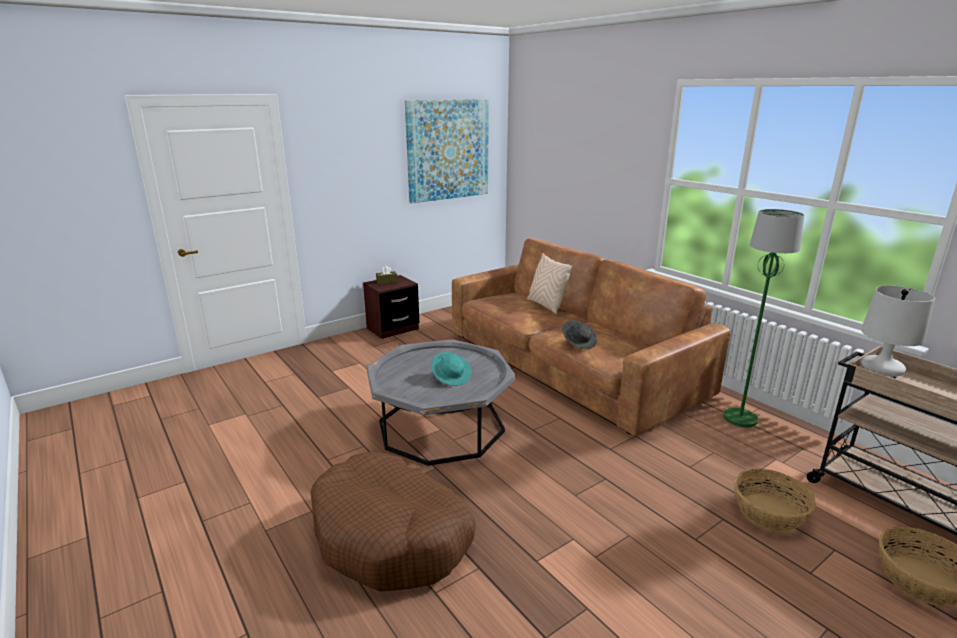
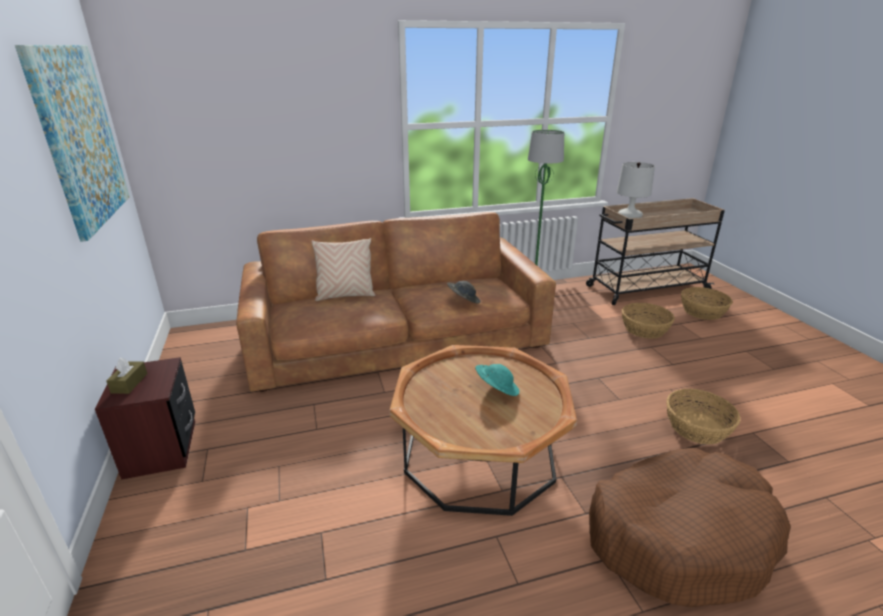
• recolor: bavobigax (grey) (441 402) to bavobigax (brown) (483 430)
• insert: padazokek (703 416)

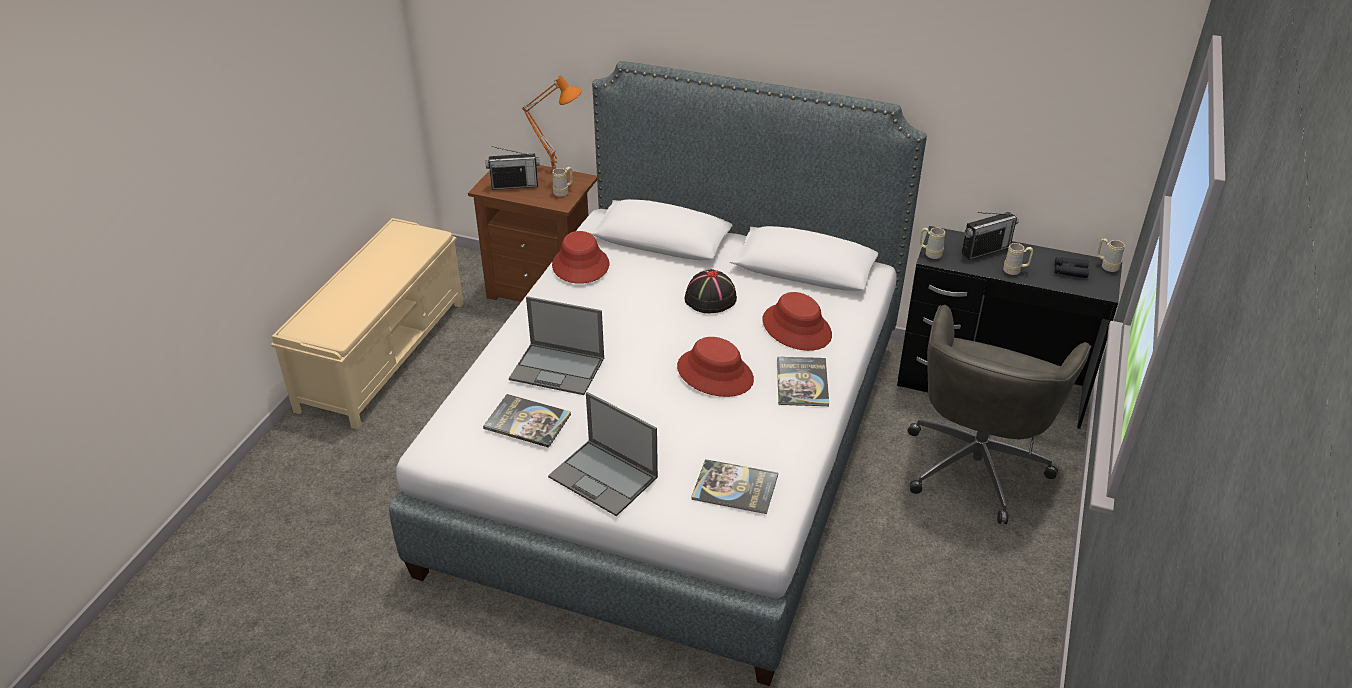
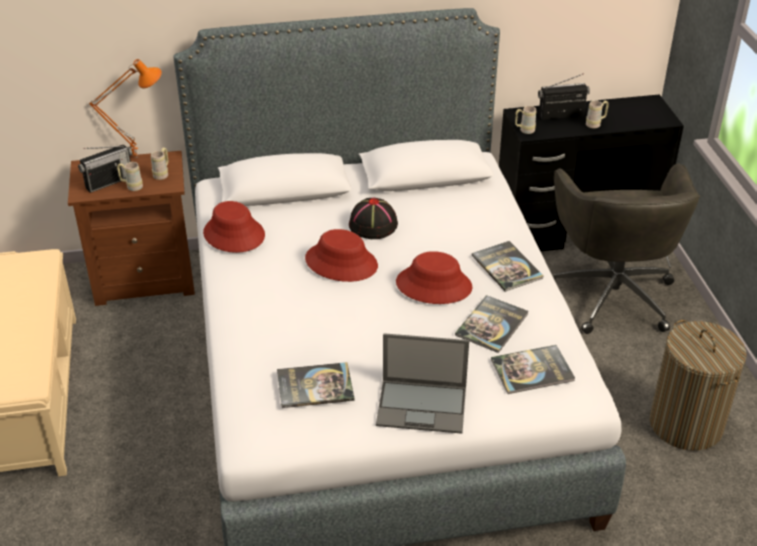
• move: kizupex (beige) (1111 255) to (130 176)
• move: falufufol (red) (797 321) to (341 255)
• insert: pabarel (492 324)
• rotate: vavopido (990 236) = (564 97) 135 degrees counterclockwise
• insert: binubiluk (698 385)
• delete: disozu (556 345)
• delete: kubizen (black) (1072 267)

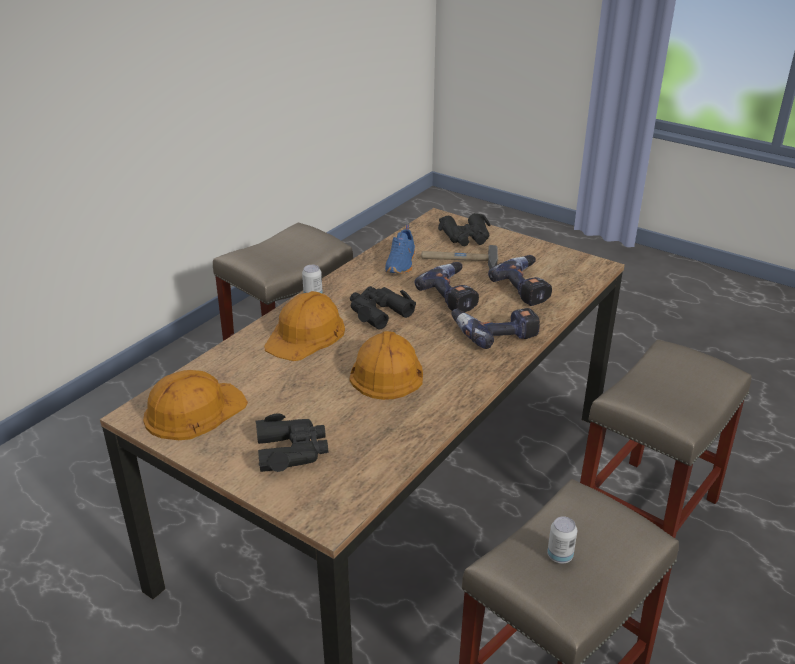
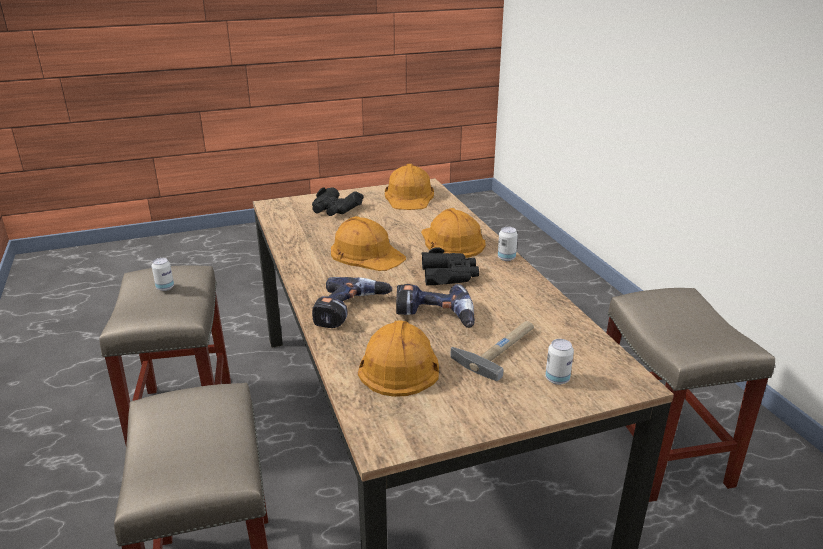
• replace: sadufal (520 280) to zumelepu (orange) (398 358)
• replace: kubizen (black) (464 229) to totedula (559 362)
• delete: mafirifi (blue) (400 249)

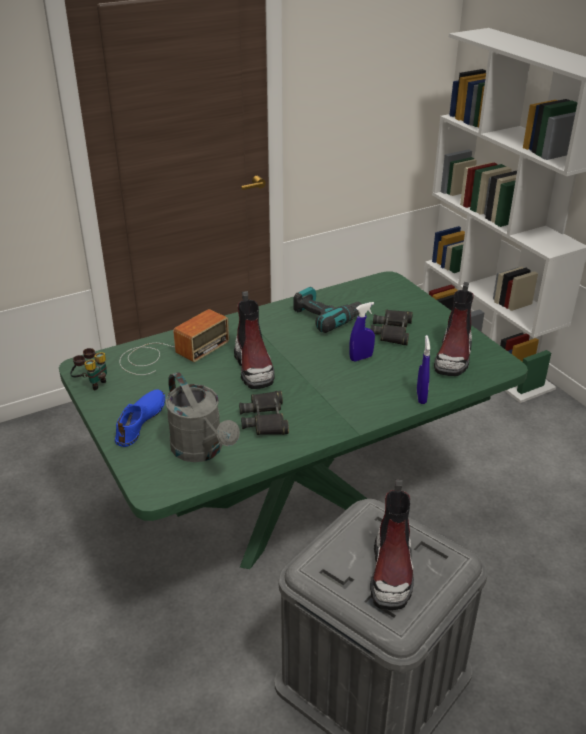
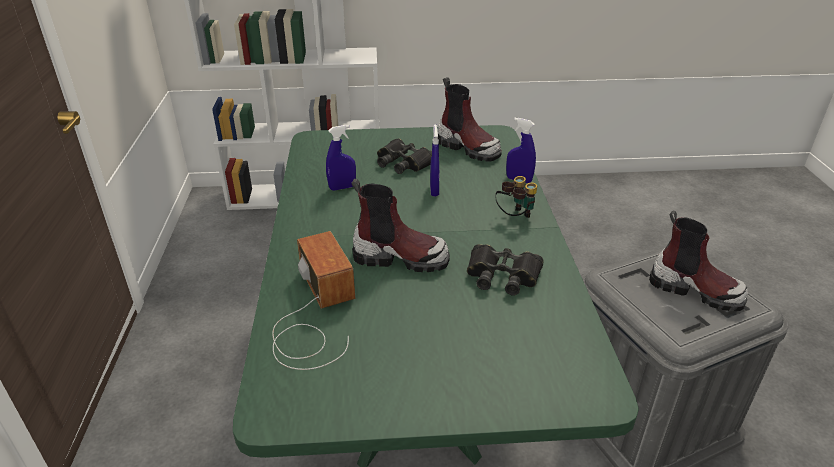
• replace: sadufal (327 310) to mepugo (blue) (341 158)
• move: kubizen (88 369) to (516 197)
• delete: mafirifi (blue) (140 418)
• delete: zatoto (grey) (202 417)

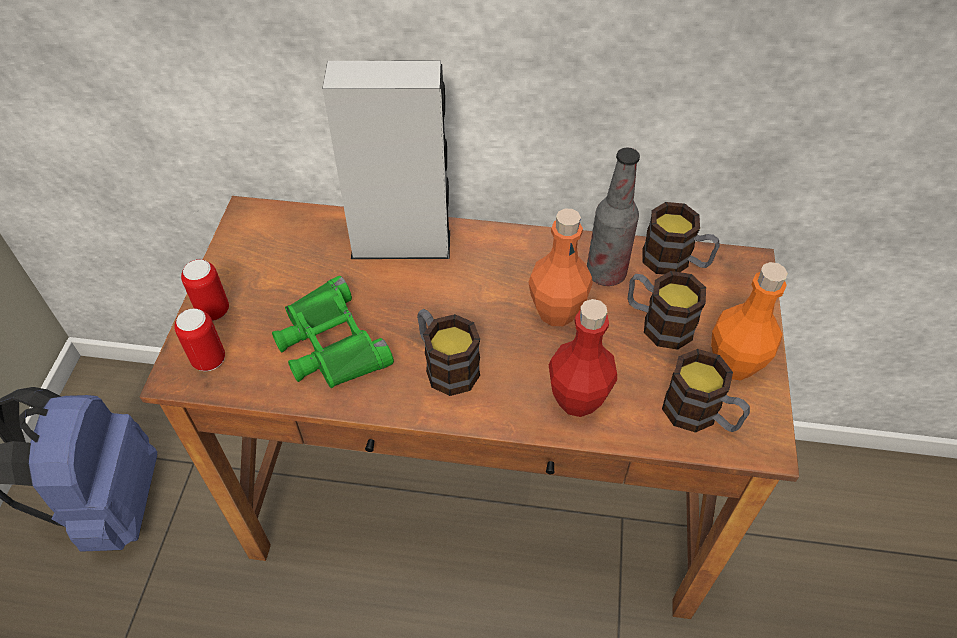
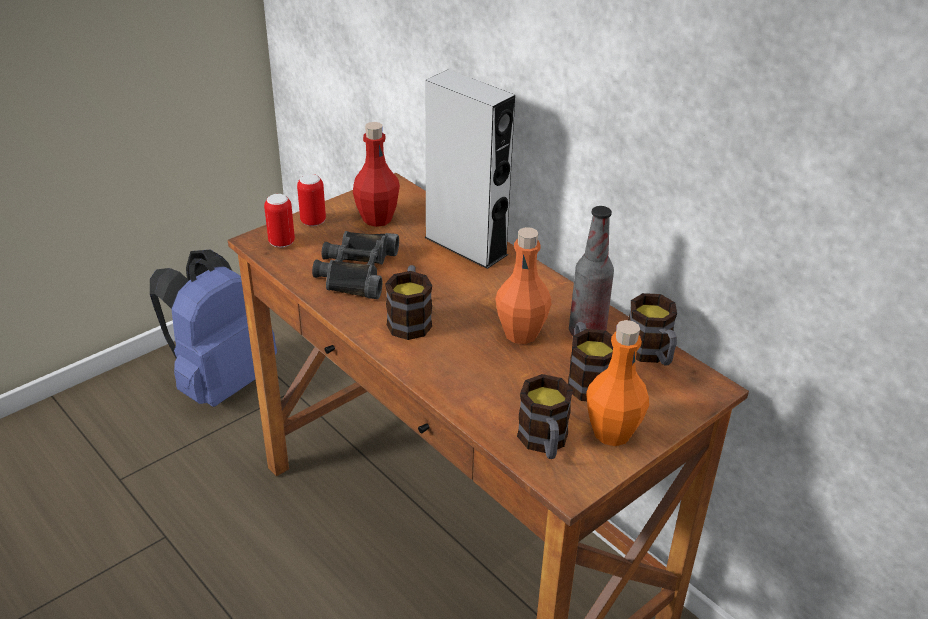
• recolor: kubizen (green) (333 332) to kubizen (black) (355 265)
• move: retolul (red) (583 358) to (376 174)

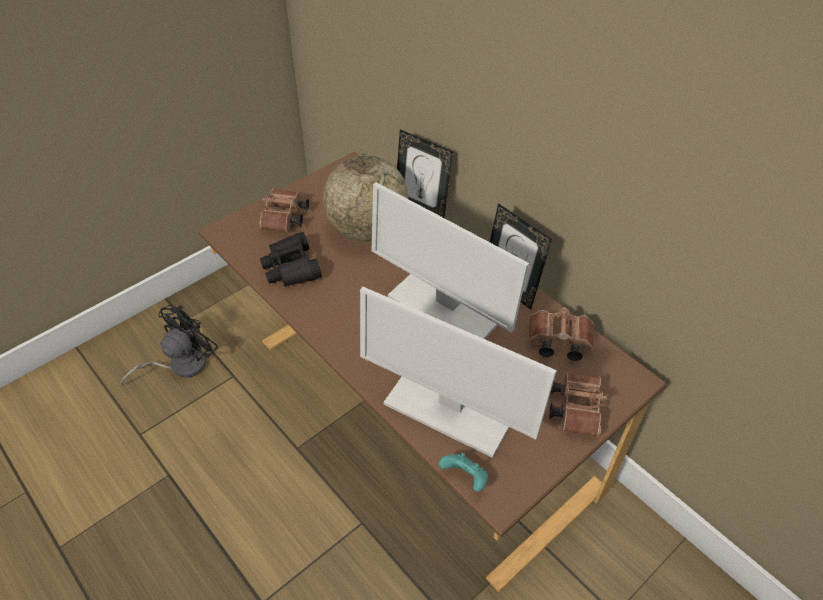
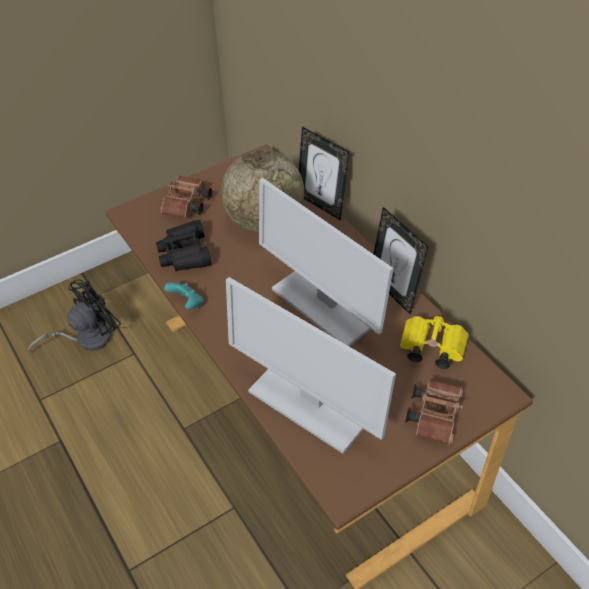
• move: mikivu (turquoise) (463 472) to (183 295)
• recolor: kubizen (brown) (561 334) to kubizen (yellow) (434 342)

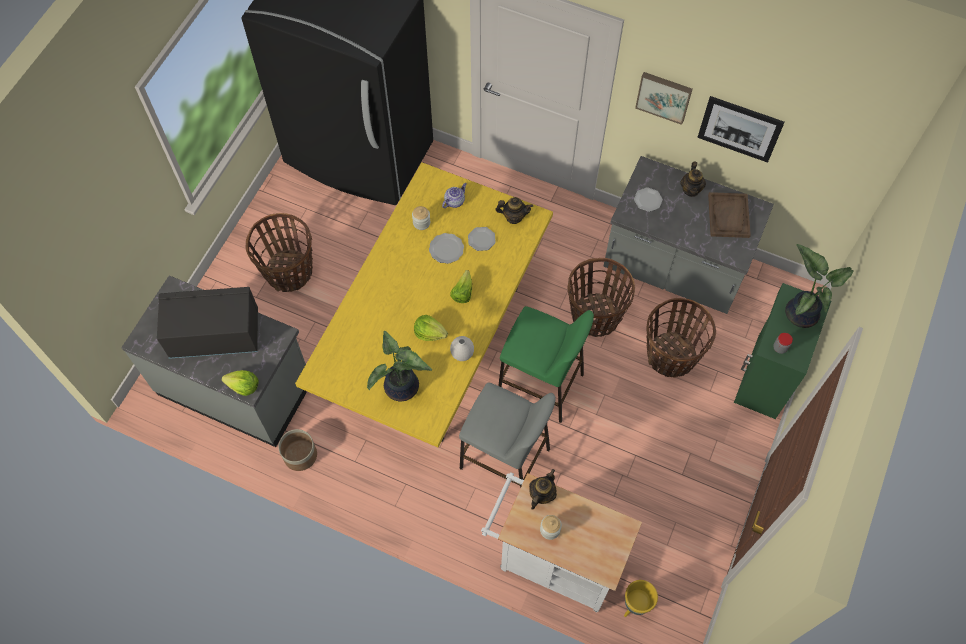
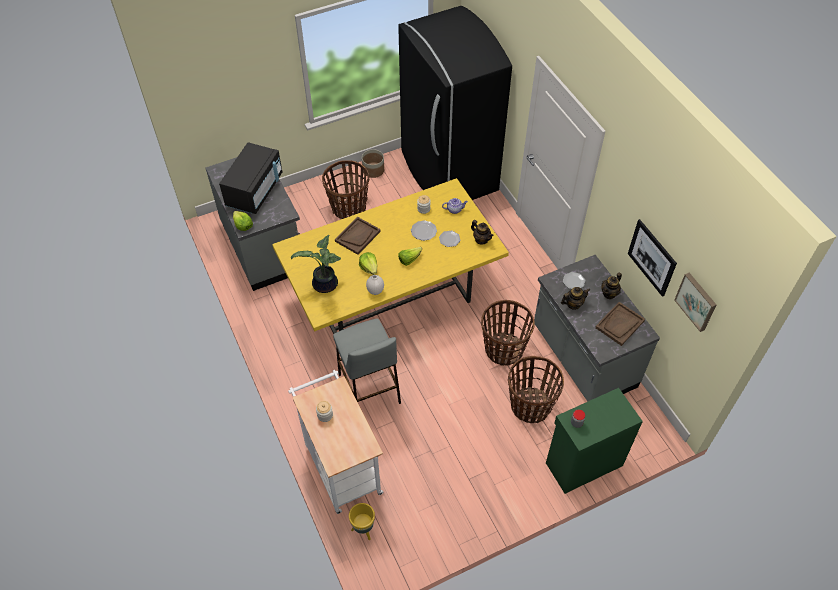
• rotate: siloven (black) (207 323) = (250 178) 75 degrees clockwise
• insert: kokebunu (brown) (358 236)
• move: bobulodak (297 450) to (373 163)
• move: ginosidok (543 489) to (575 298)
• move: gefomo (663 98) to (695 302)
• delete: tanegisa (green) (546 364)
• delete: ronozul (819 286)

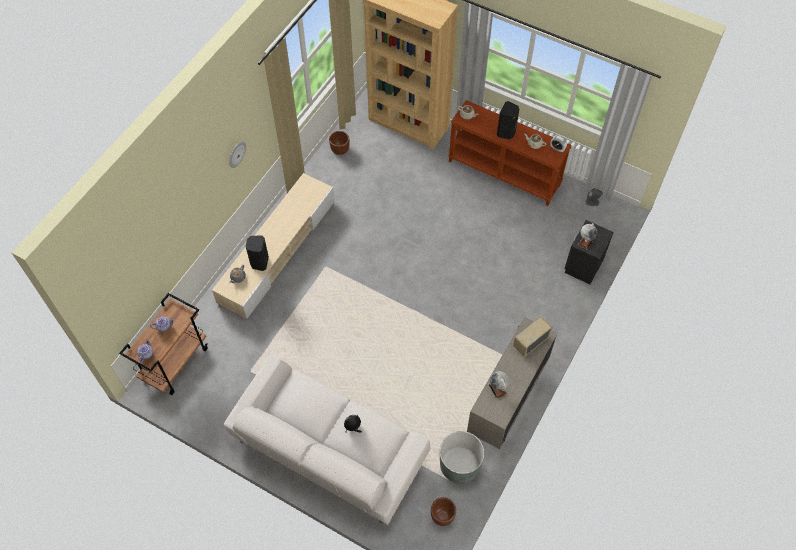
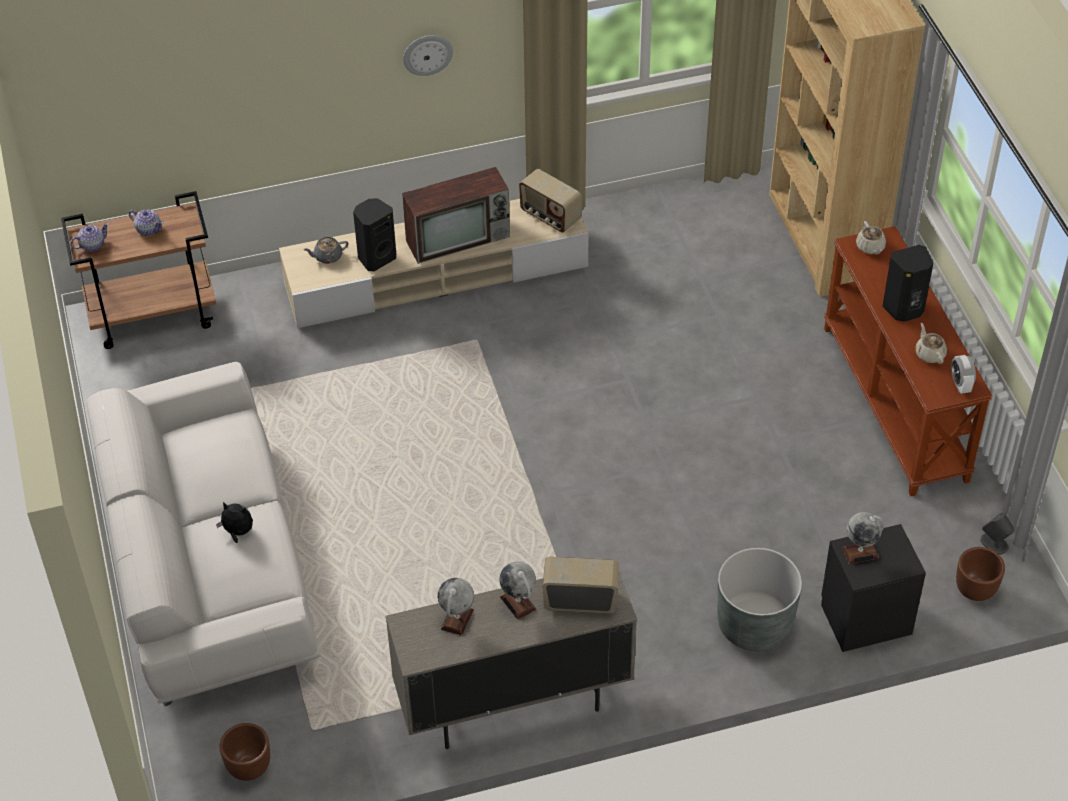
• insert: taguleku (456 215)
• insert: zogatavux (518 590)
• insert: vavopido (550 201)
• move: bobulodak (grey) (462 457) to (760 599)
• move: bobulodak (brown) (339 143) to (980 574)

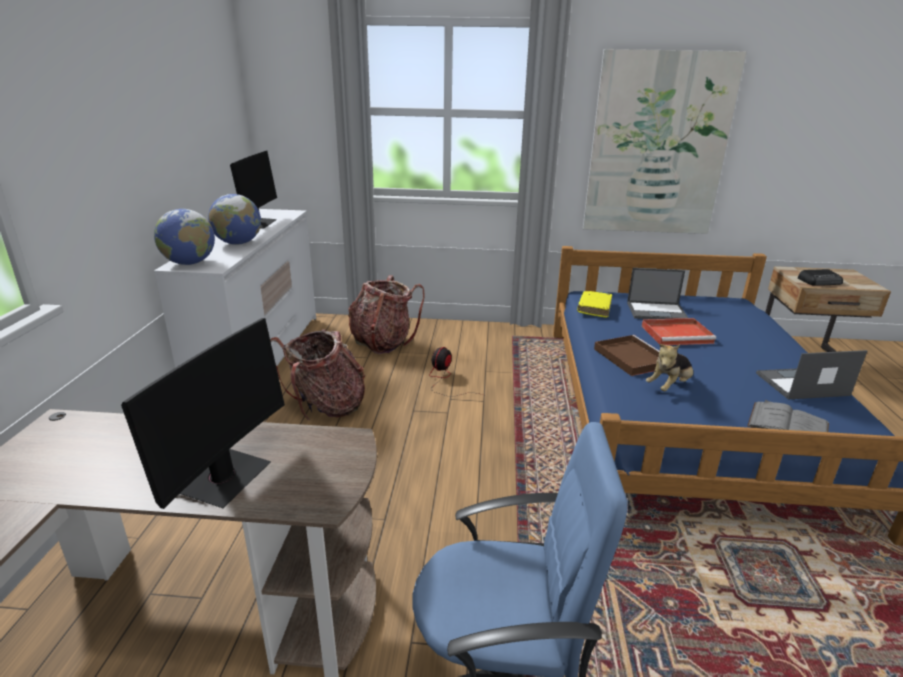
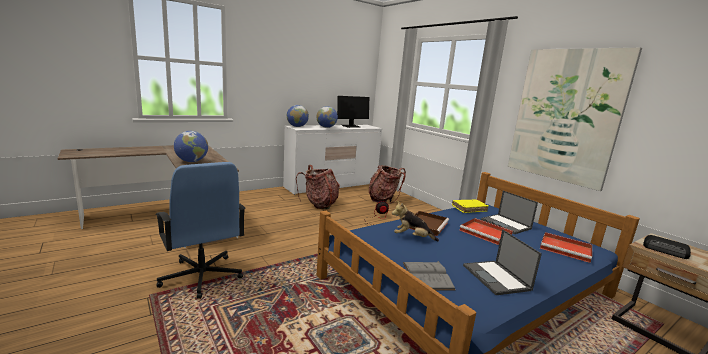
• replace: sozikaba (203 413) to zogatavux (191 146)
• rotate: disozu (811 374) = (502 262) 150 degrees counterclockwise
• insert: kokebunu (red) (566 247)

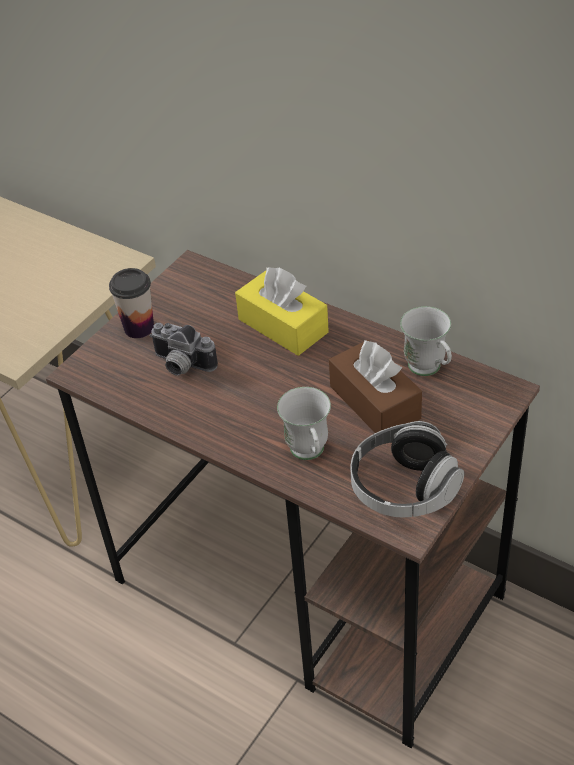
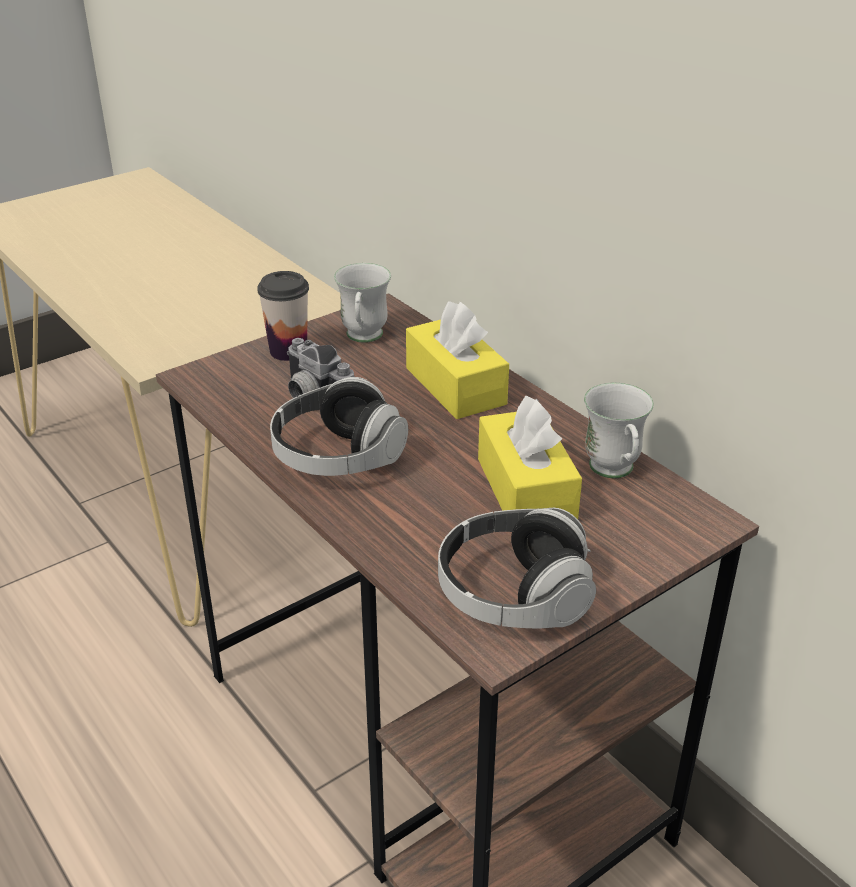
• insert: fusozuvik (339 426)
• move: kizupex (white) (304 423) to (362 303)
• recolor: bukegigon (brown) (375 386) to bukegigon (yellow) (530 457)

